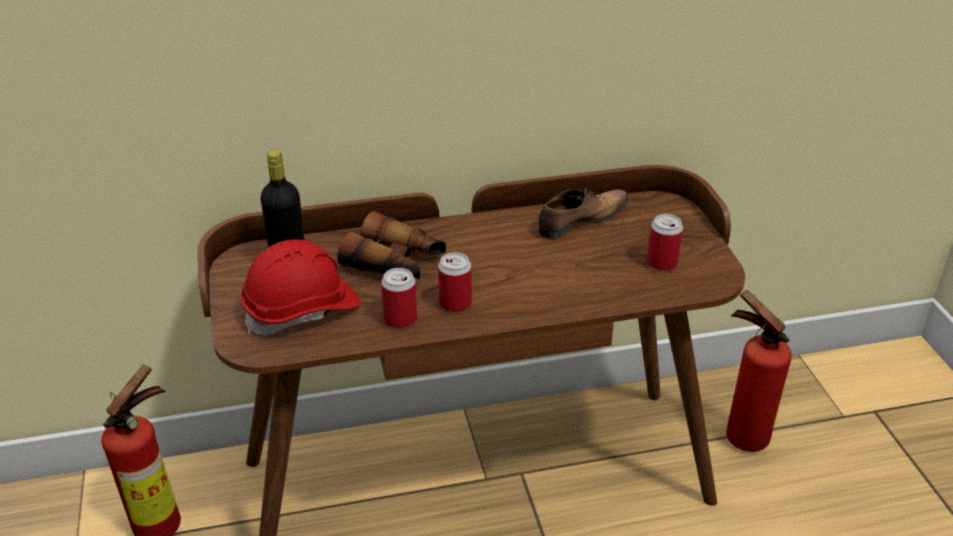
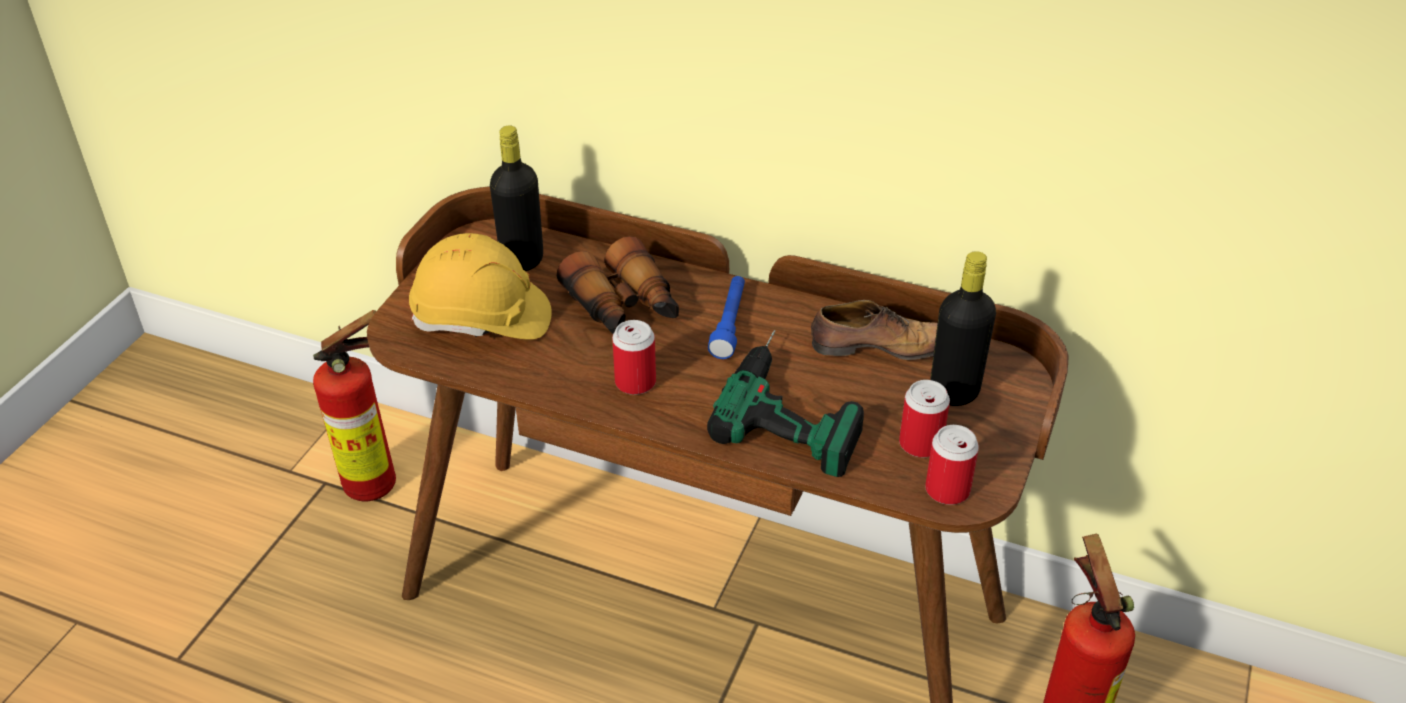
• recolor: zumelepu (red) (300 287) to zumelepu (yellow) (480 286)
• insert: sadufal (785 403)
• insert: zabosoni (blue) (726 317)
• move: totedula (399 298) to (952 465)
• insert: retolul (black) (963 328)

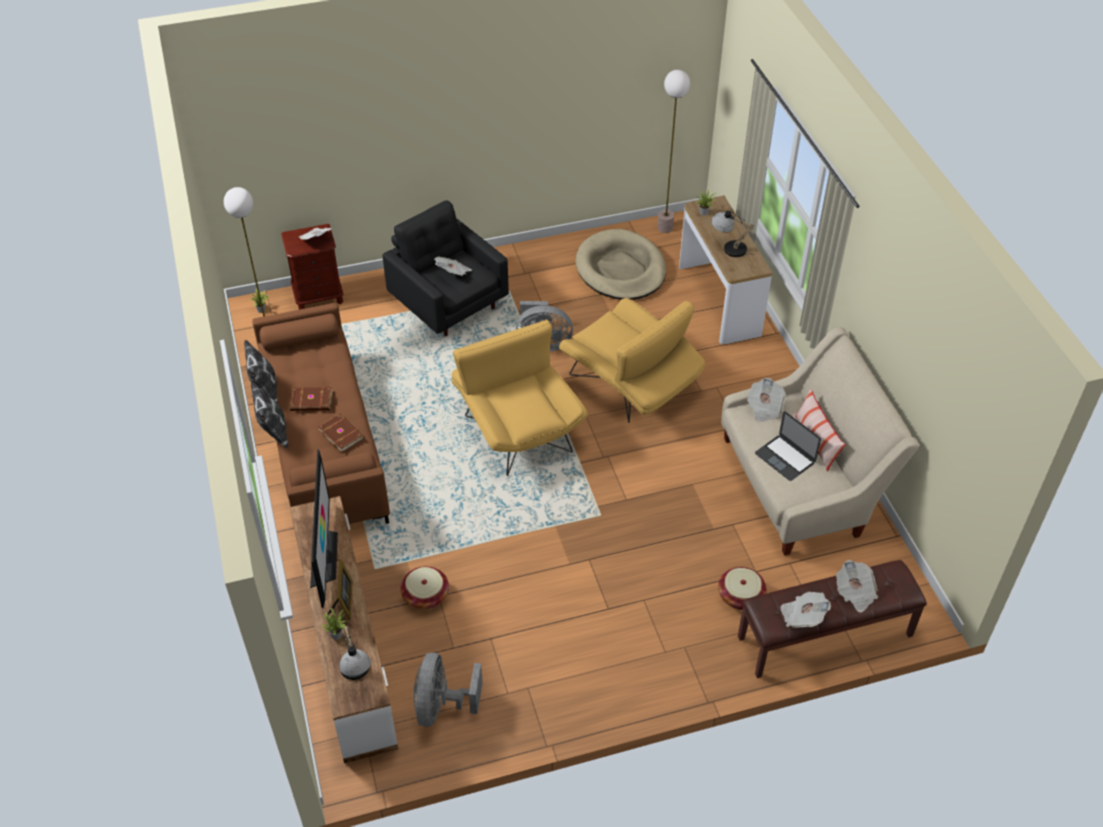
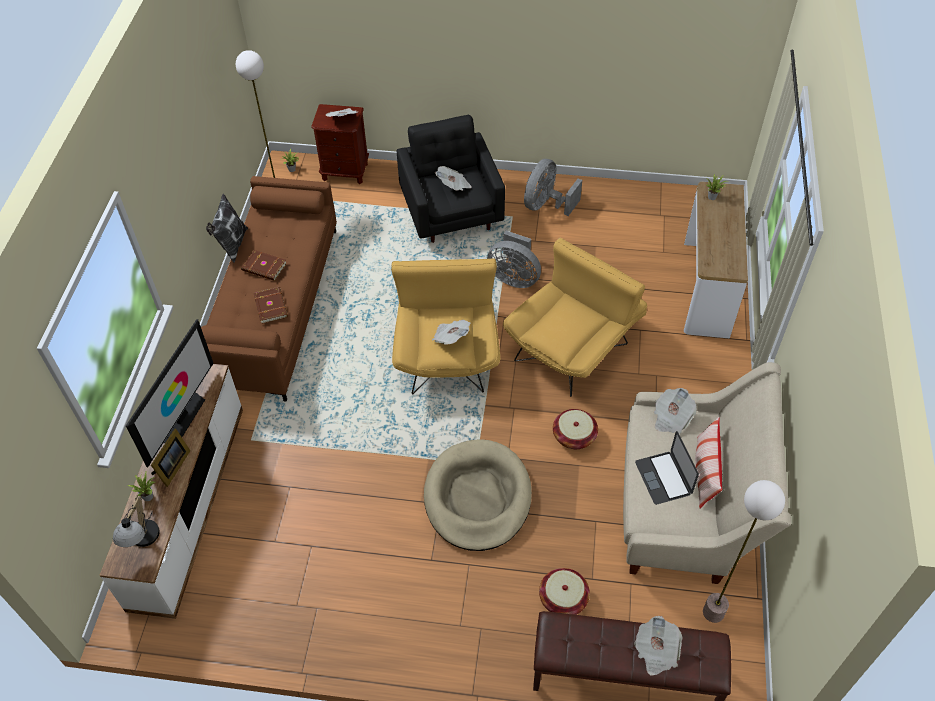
• move: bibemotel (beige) (621 264) to (478 495)
• move: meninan (805 610) to (451 332)
• rotate: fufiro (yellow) (632 360) = (575 317) 120 degrees counterclockwise
• move: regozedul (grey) (448 690) to (553 187)
• move: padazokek (425 587) to (575 429)
• move: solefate (673 151) to (744 551)
• delete: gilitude (269 415)
• delete: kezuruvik (733 234)

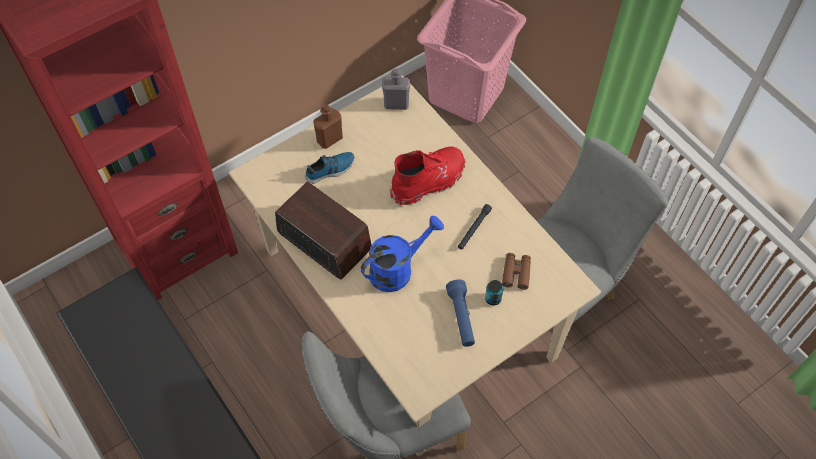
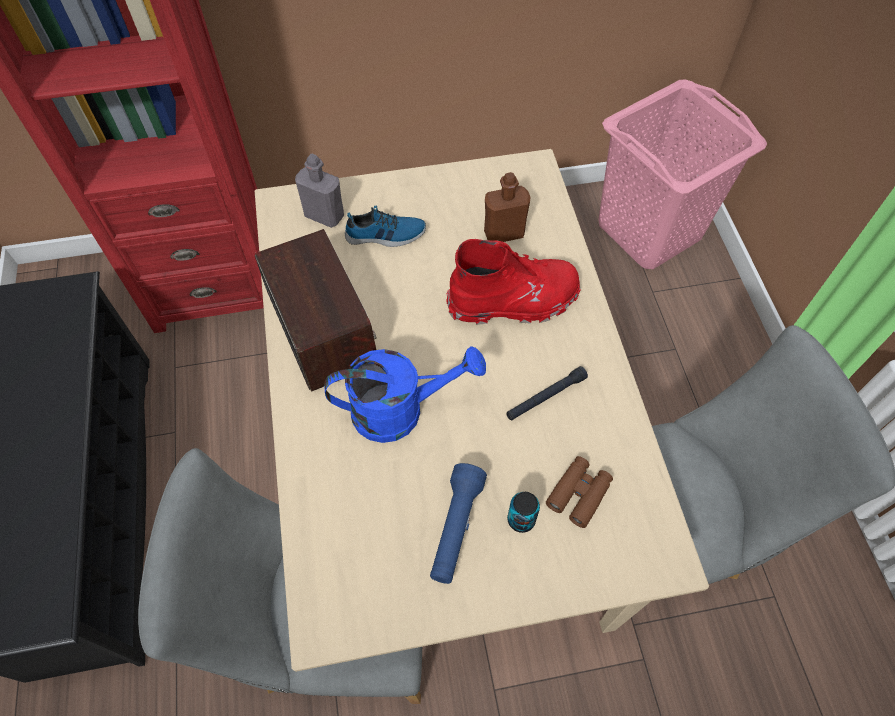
• move: retolul (grey) (396 89) to (319 191)
• move: retolul (brown) (328 126) to (507 207)

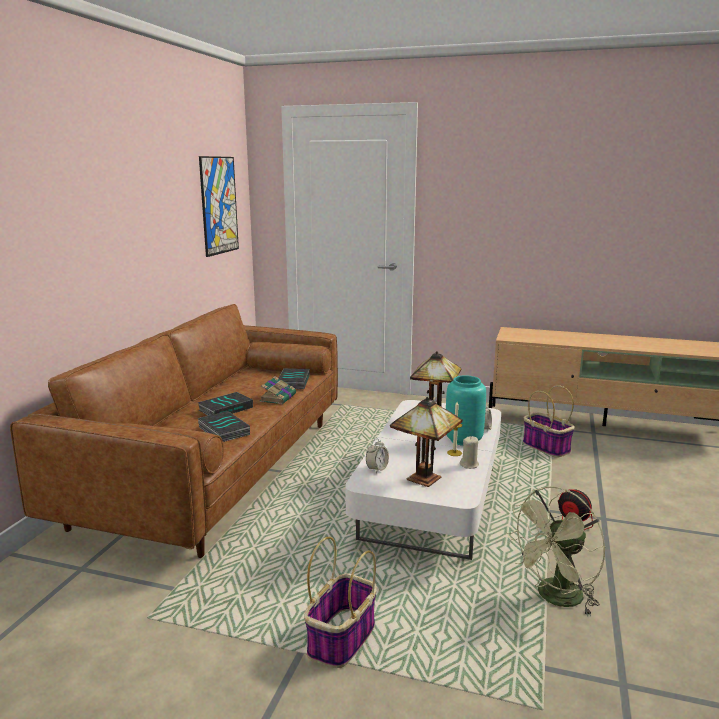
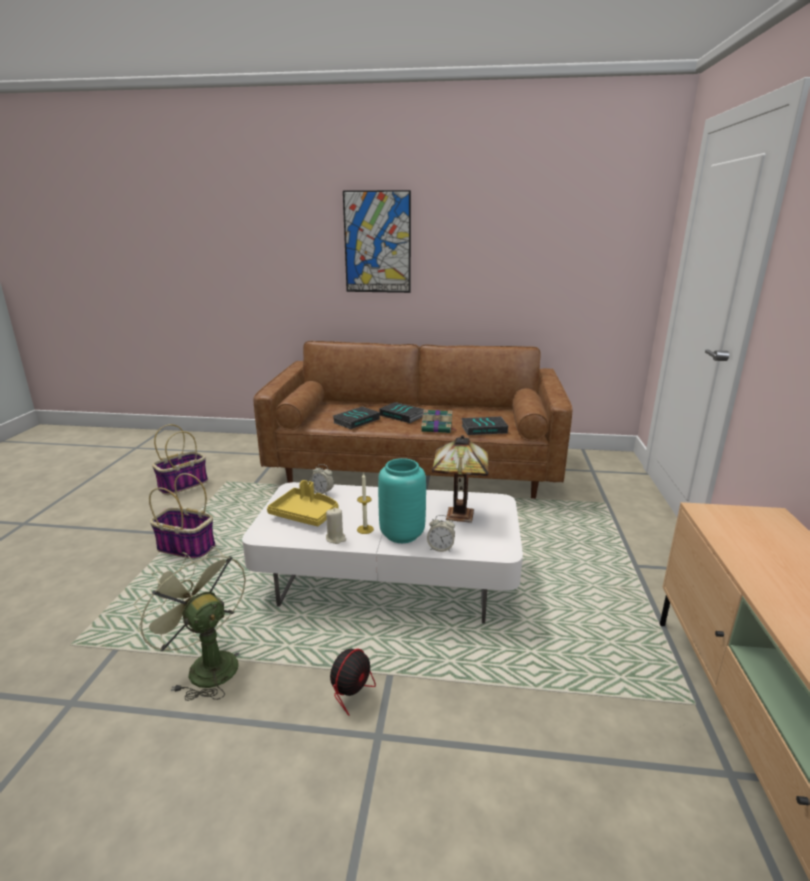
• move: padazokek (549 421) to (180 459)
• replace: kezuruvik (426 442) to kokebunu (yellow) (302 503)
• move: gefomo (219 206) to (377 241)

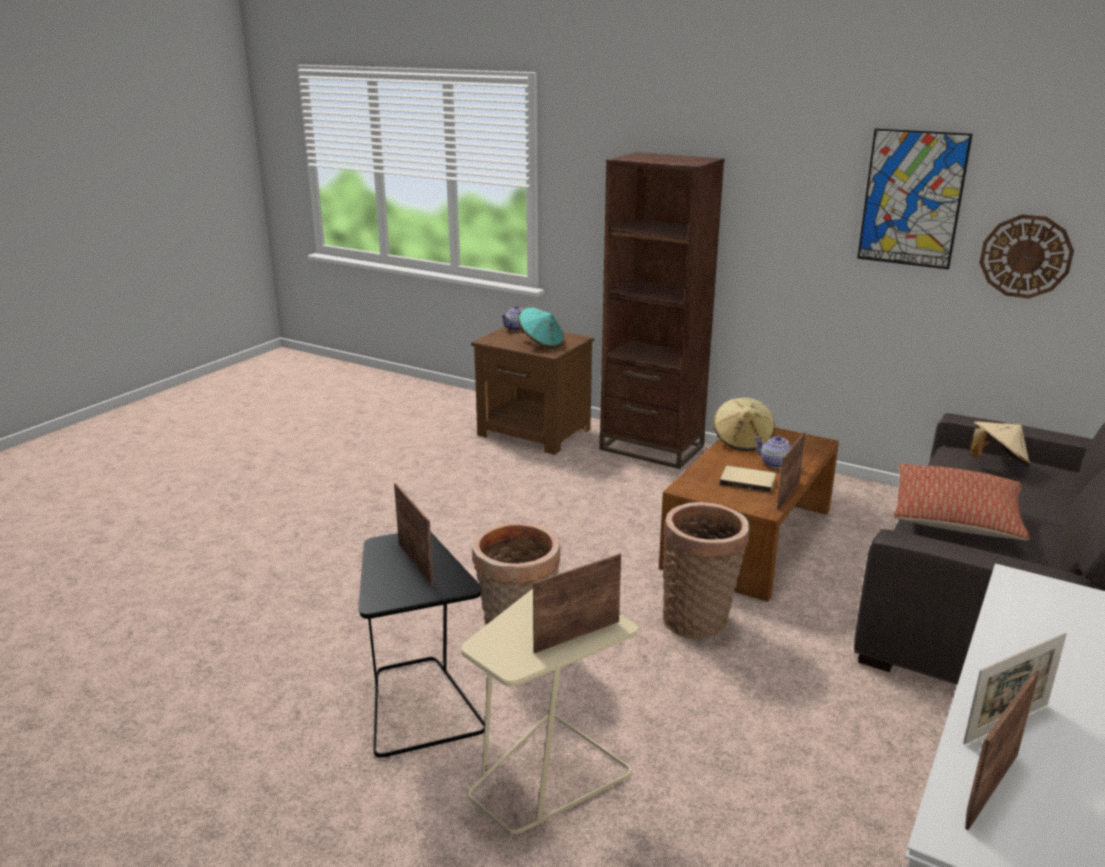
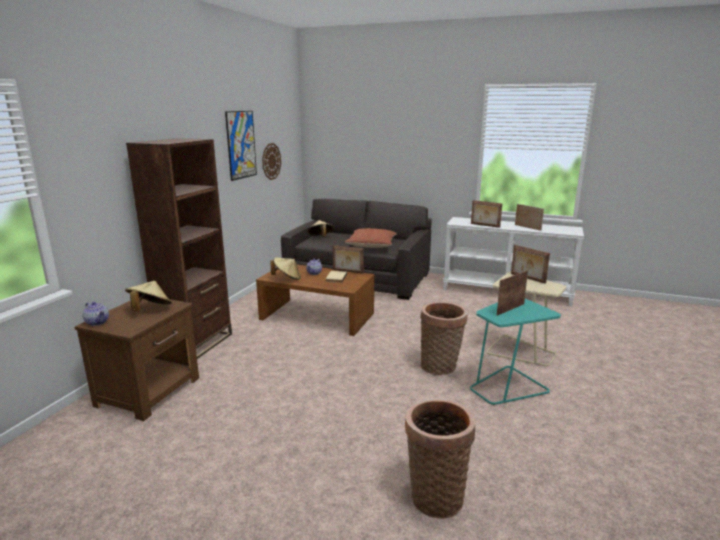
• recolor: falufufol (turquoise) (541 328) to falufufol (beige) (148 296)
• move: padazokek (706 570) to (440 458)
• recolor: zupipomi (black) (421 645) to zupipomi (turquoise) (515 352)
• move: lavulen (1002 750) to (486 214)

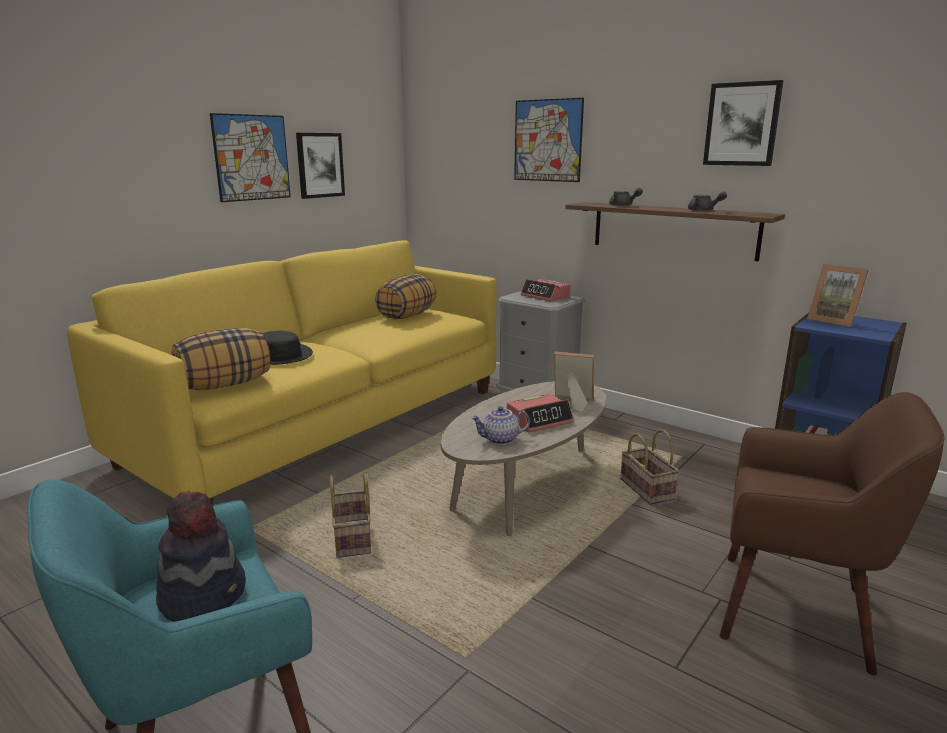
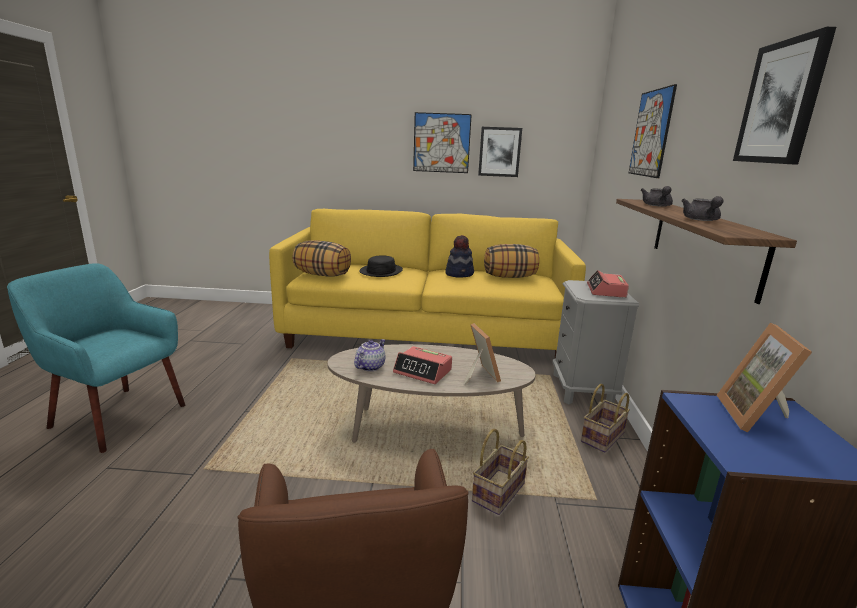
• rotate: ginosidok (500 425) = (369 355) 75 degrees clockwise
• move: falufufol (201 556) to (459 256)
• move: padazokek (350 515) to (605 418)

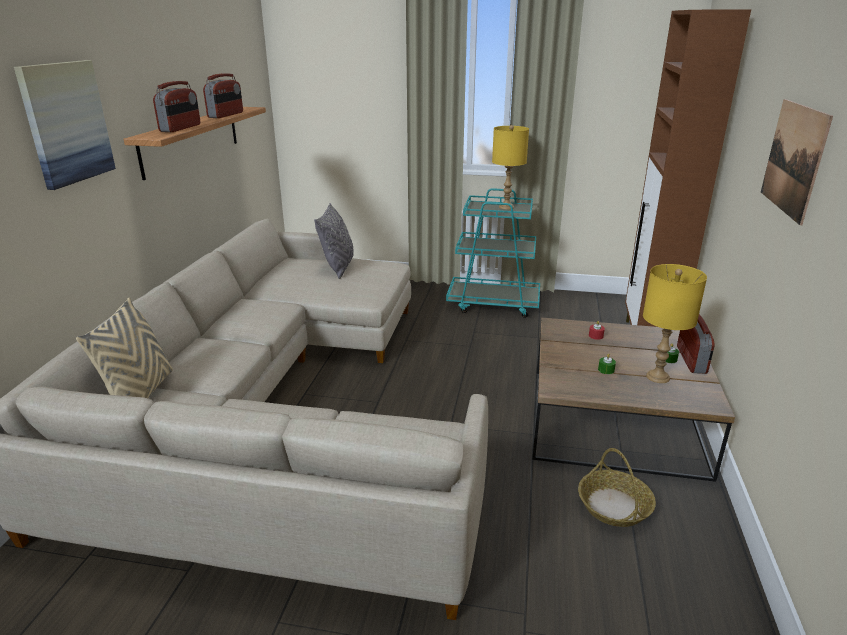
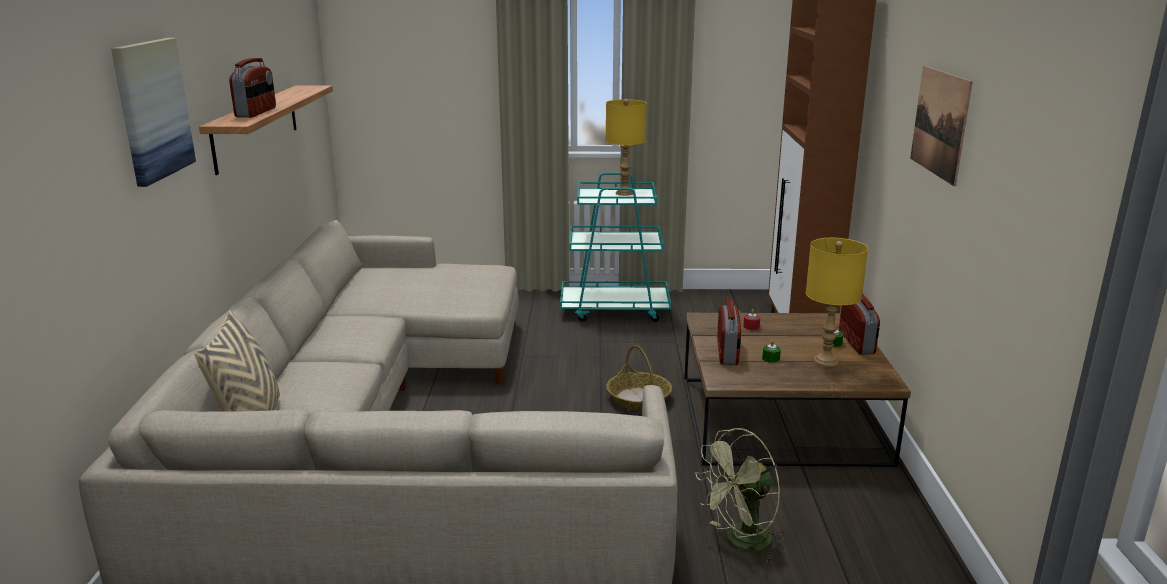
• move: padazokek (617 487) to (639 377)
• insert: regozedul (green) (741 494)
• move: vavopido (223 95) to (729 331)
• delete: gilitude (grey) (334 241)

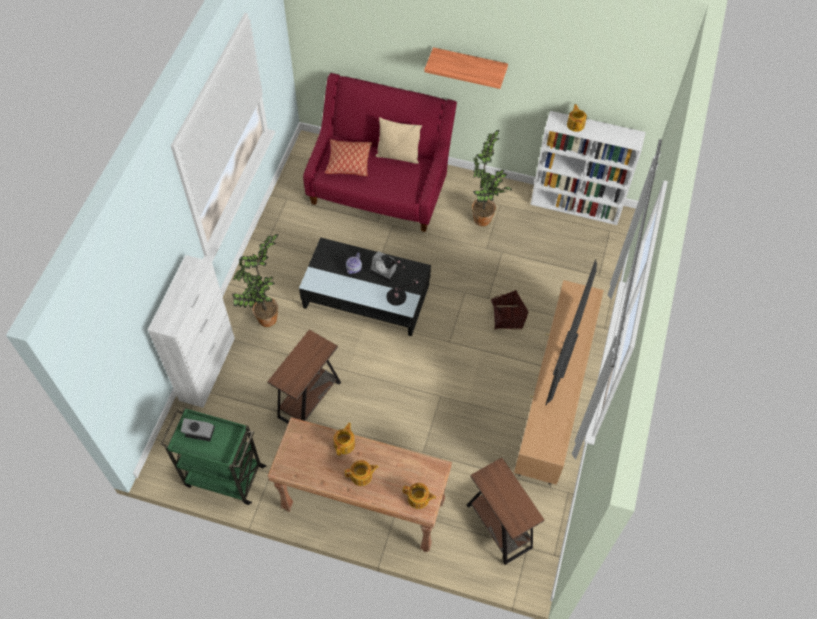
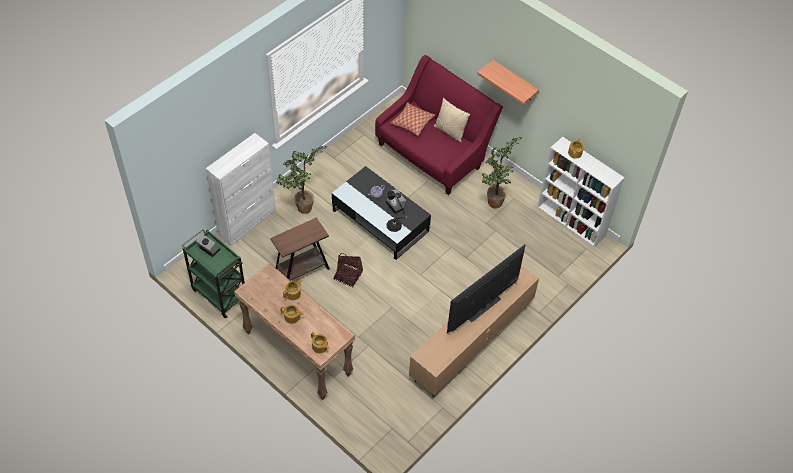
• move: padazokek (509 309) to (348 270)
• delete: zupipomi (brown) (506 511)

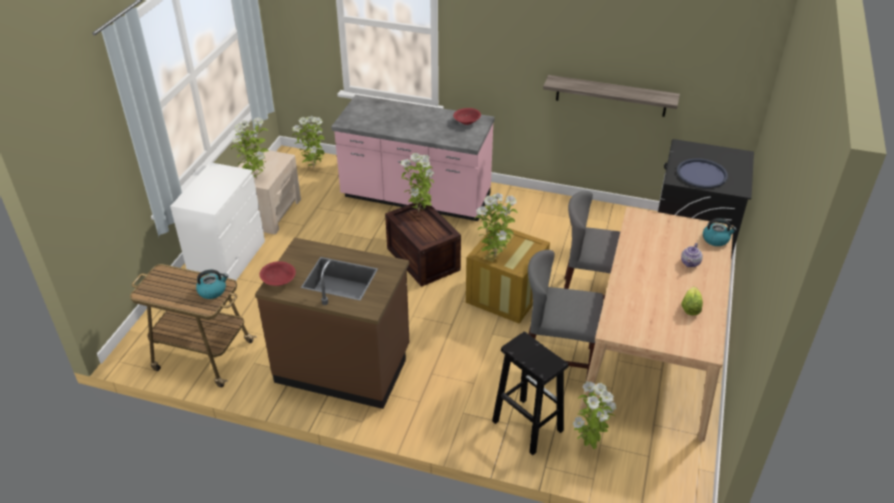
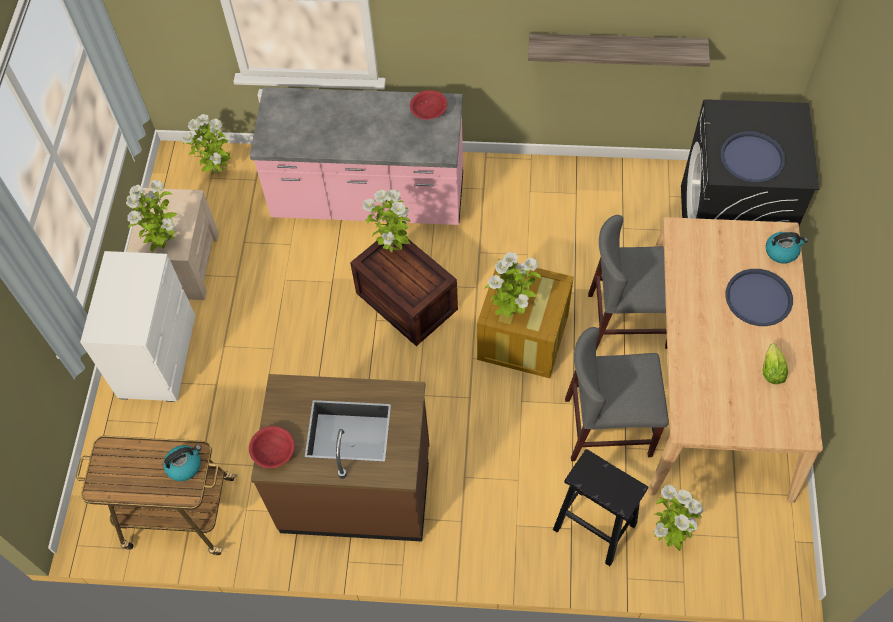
• replace: ginosidok (692 255) to kokebunu (blue) (759 297)

